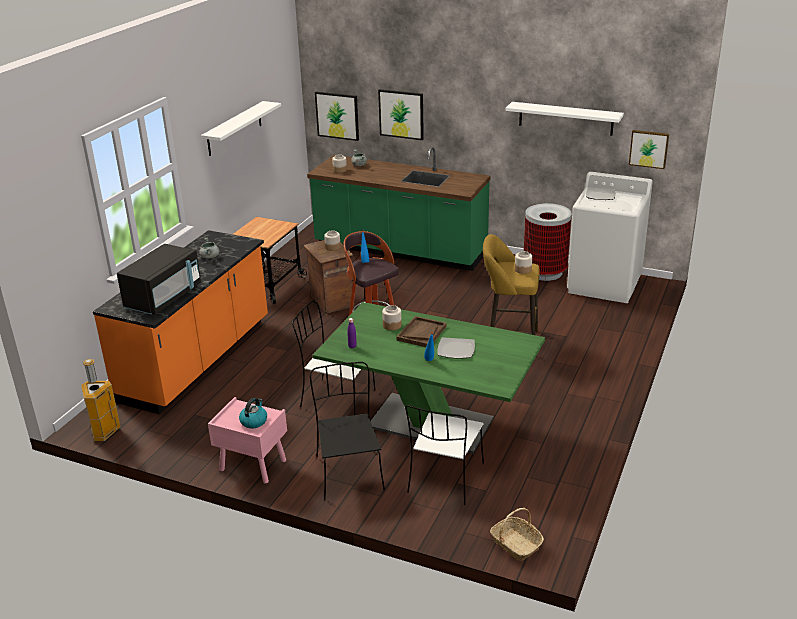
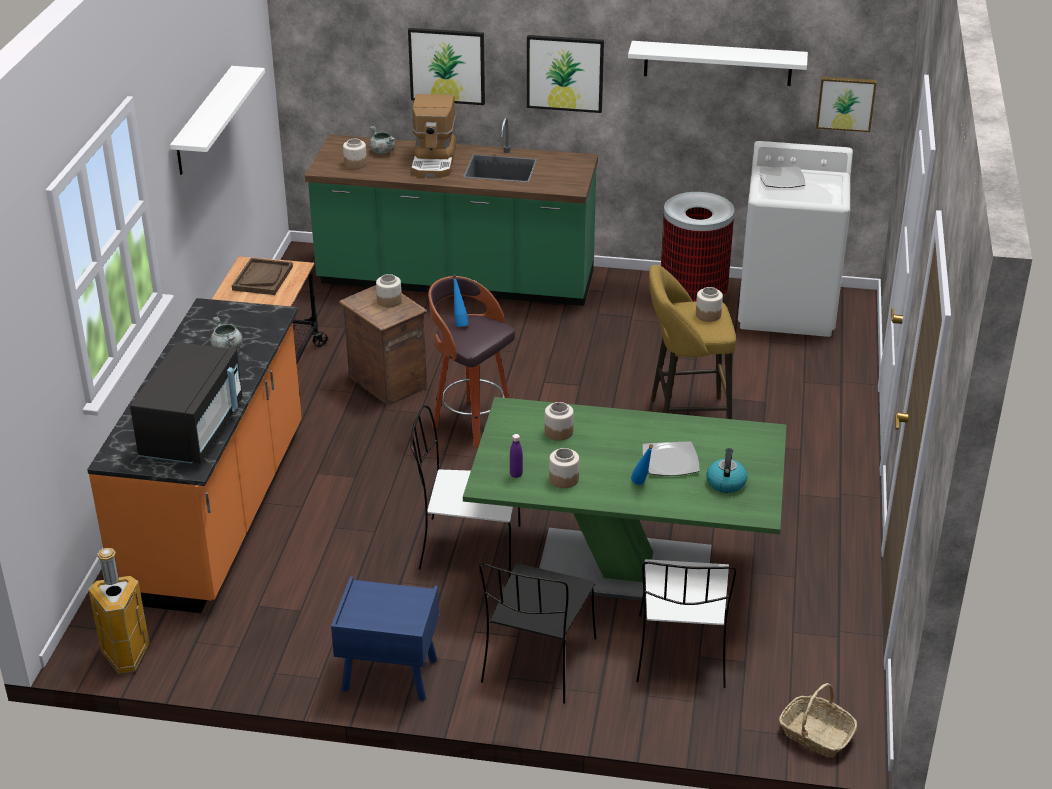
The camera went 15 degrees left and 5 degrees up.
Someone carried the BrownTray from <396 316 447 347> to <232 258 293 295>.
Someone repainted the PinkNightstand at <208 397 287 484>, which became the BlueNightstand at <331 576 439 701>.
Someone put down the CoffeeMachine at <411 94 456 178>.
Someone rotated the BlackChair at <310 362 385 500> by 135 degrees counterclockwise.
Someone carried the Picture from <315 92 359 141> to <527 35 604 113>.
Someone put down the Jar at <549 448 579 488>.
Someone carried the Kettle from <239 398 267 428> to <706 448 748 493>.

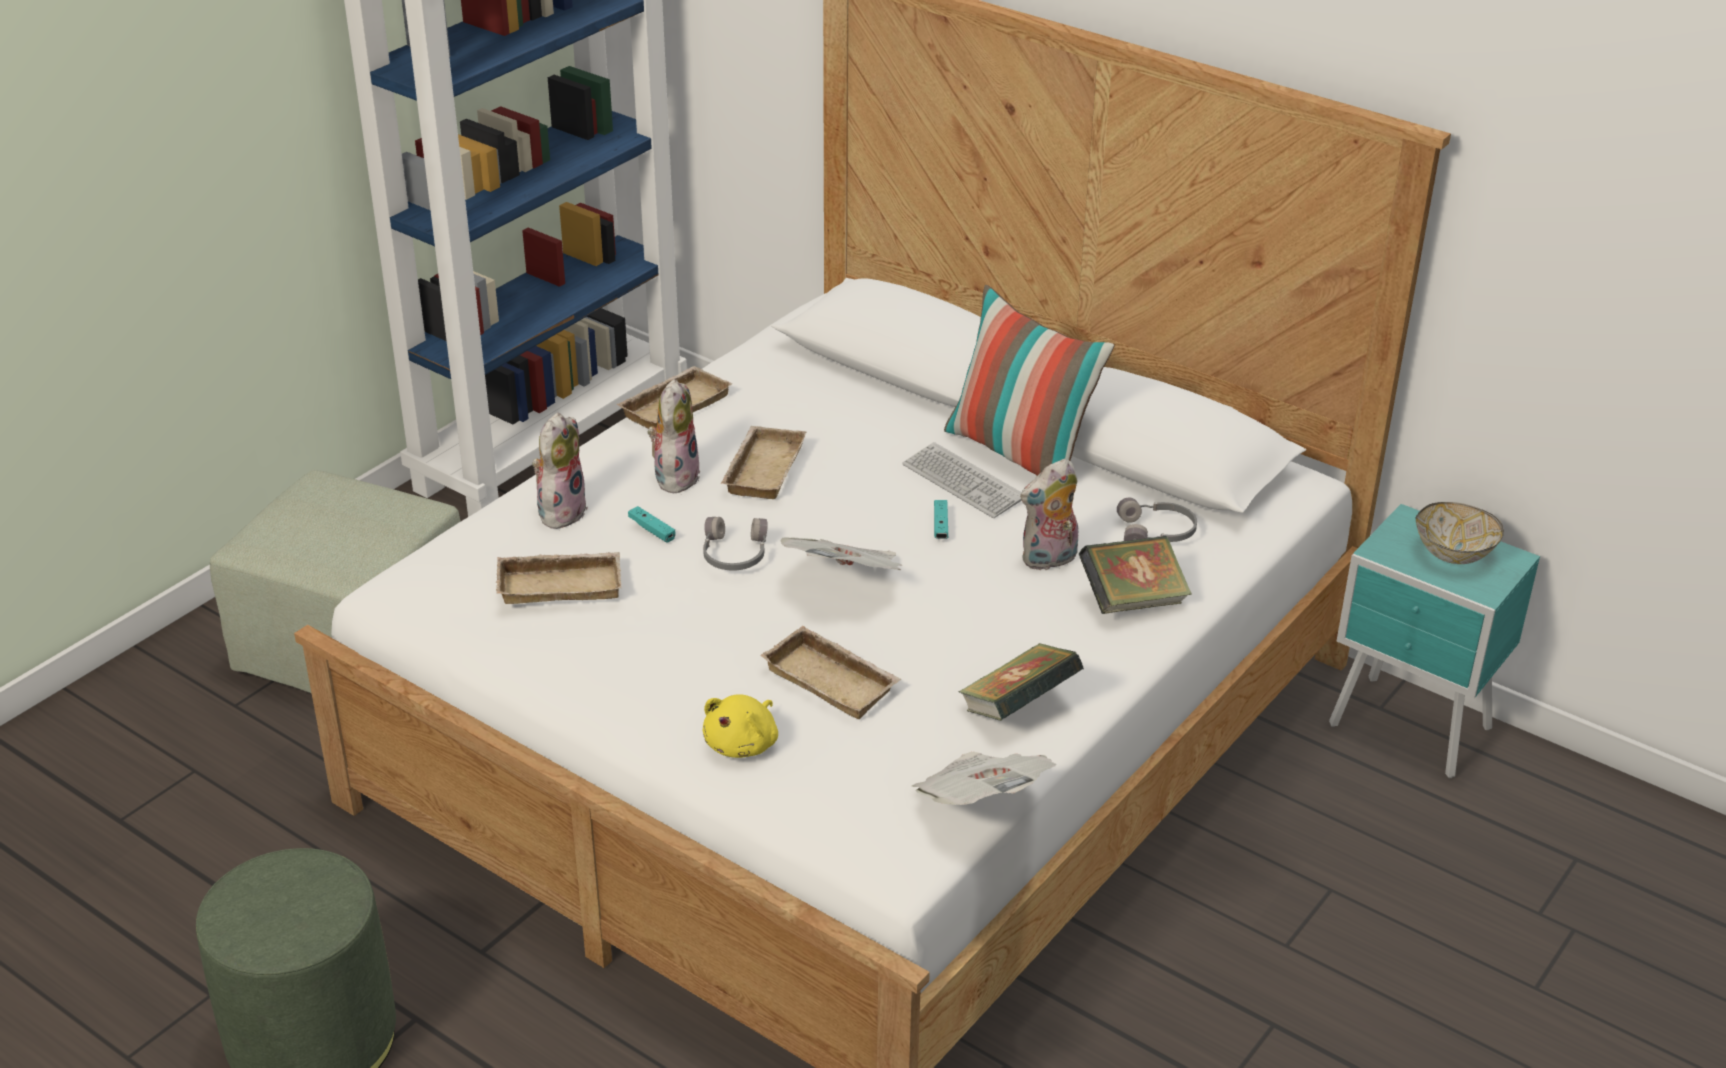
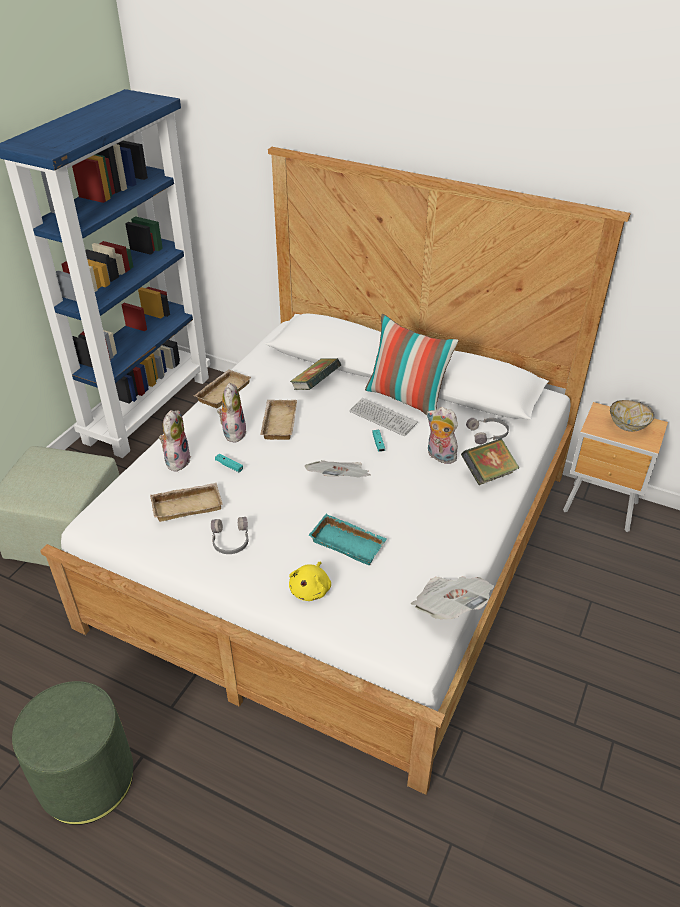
The camera went 10 degrees left and 5 degrees up.
Someone carried the GreyHeadphones from <703 517 768 571> to <211 517 248 554>.
Someone carried the Book from <958 643 1083 721> to <290 358 342 390>.
Someone repainted the BeigeTray at <760 626 901 719>, which became the TurquoiseTray at <308 514 387 565>.
Someone rotated the PlushToy at <1020 458 1078 570> by 75 degrees clockwise.
Someone repainted the TurquoiseNightstand at <1329 504 1540 778>, which became the BrownNightstand at <563 402 668 532>.

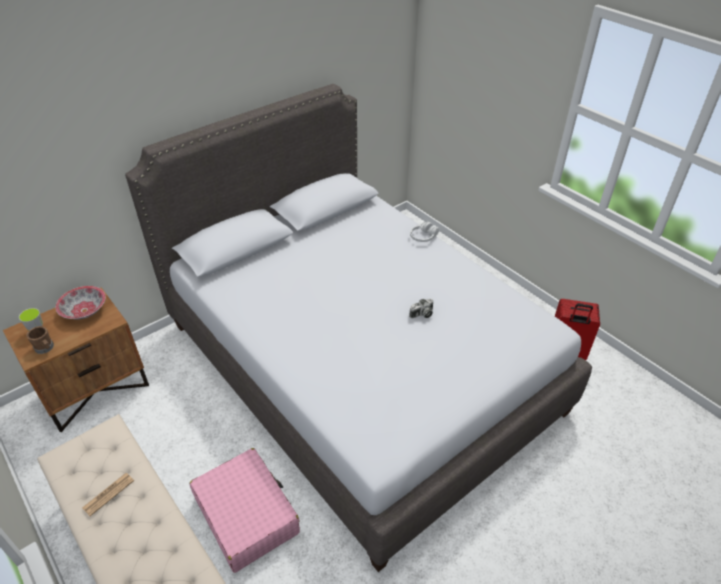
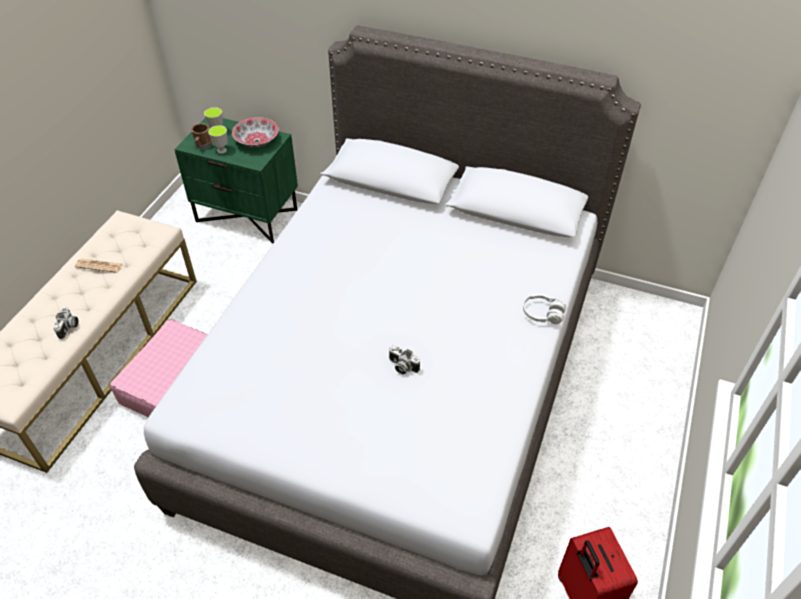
The camera went 60 degrees right and 5 degrees up.
Someone put down the PhotoCamera at <53 307 78 339>.
Someone repainted the BrownNightstand at <3 287 149 432>, which became the GreenNightstand at <174 118 298 244>.
Someone put down the Cup at <208 125 228 154>.

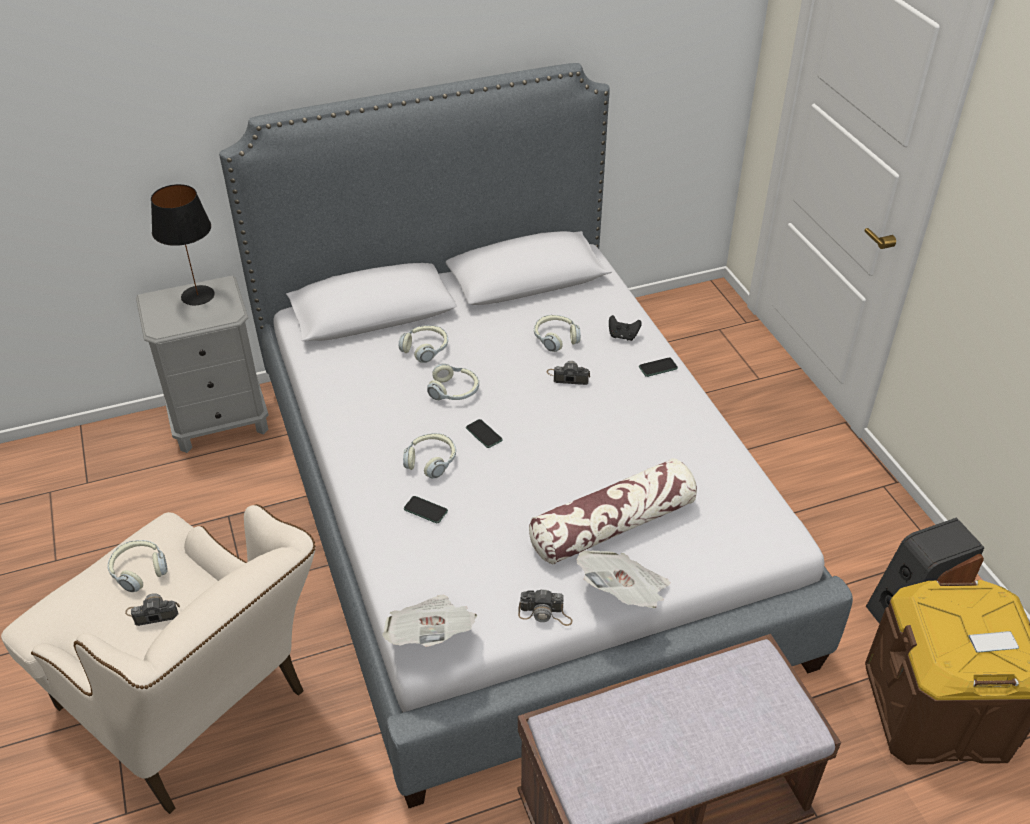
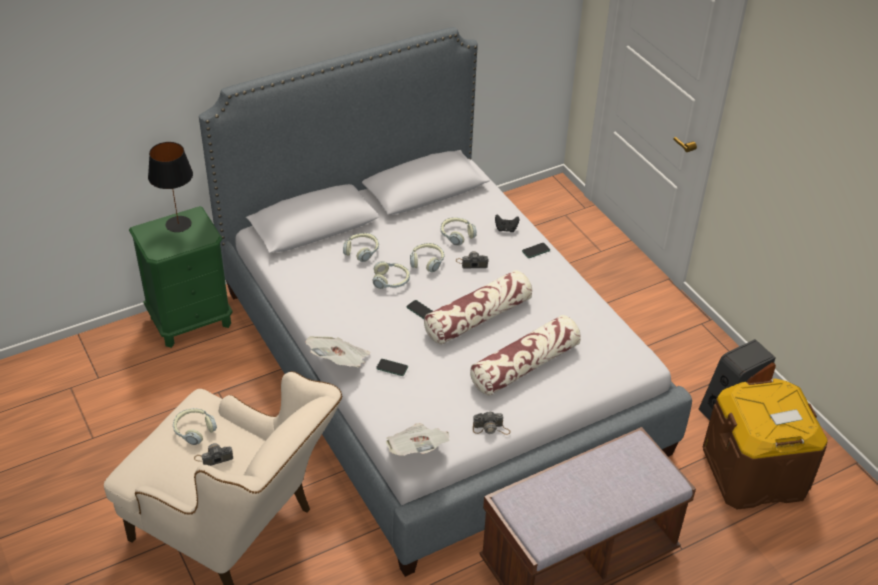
The camera went 10 degrees left and 0 degrees up.
Someone repainted the GreyNightstand at <136 275 268 453>, which became the GreenNightstand at <129 206 233 348>.
Someone carried the Newspaper from <576 550 670 609> to <306 336 370 367>.
Someone carried the Headphones from <403 433 456 478> to <410 243 444 272>.
Someone put down the Pillow at <424 270 532 345>.

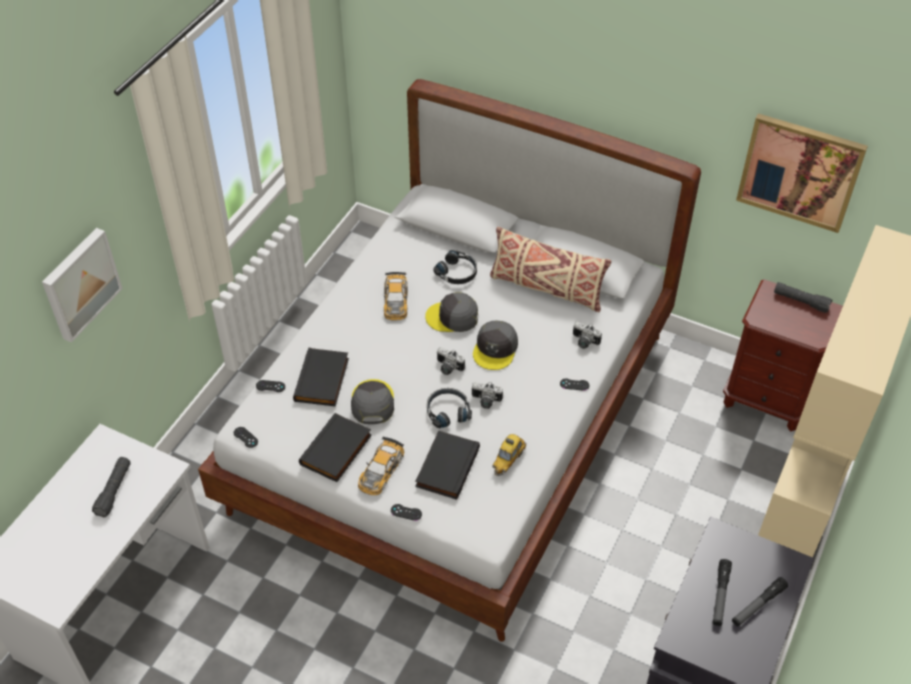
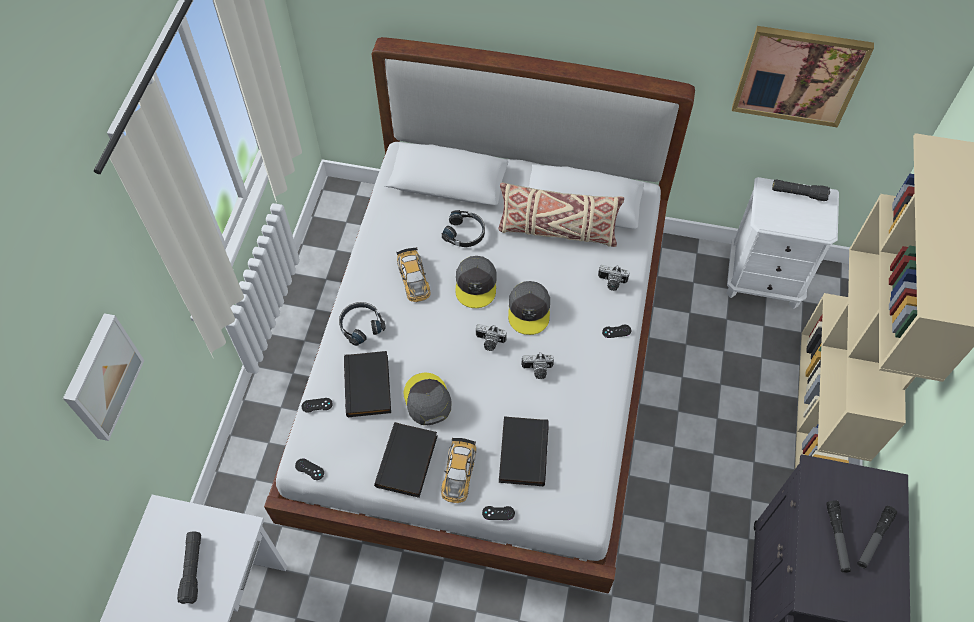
The camera went 15 degrees left and 10 degrees up.
Someone carried the BlackHeadphones from <427 388 472 429> to <339 302 386 346>.
Someone rotated the GreyCap at <425 292 478 332> by 75 degrees counterclockwise.
Someone repainted the BrownNightstand at <723 279 843 432>, which became the WhiteNightstand at <726 177 839 309>.
Someone took away the ToyCar at <492 434 527 476>.

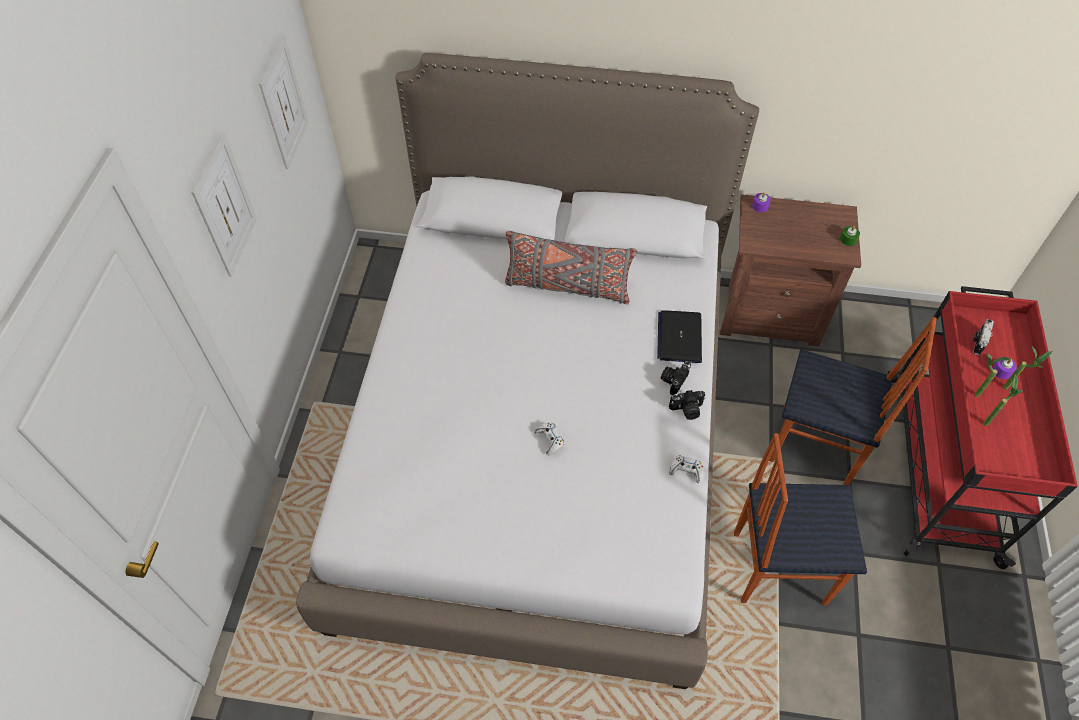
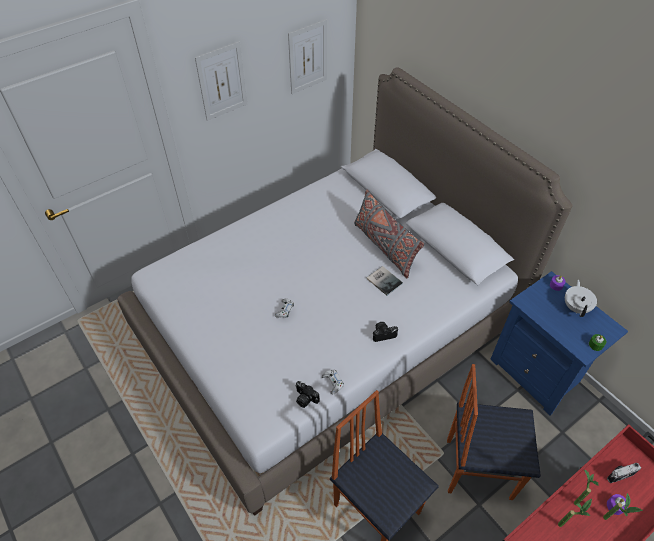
The camera went 45 degrees right and 5 degrees down.
Someone carried the PhotoCamera from <669 390 705 420> to <295 381 319 408>.
Someone put down the Book at <366 266 403 296>.
Someone rotated the Chair at <769 317 937 485> by 120 degrees clockwise.
Someone repainted the BrownNightstand at <720 195 861 346>, which became the BlueNightstand at <490 271 628 415>.
Someone put down the WhiteTeapot at <565 280 597 317>.
Someone took away the Laptop at <657 310 702 363>.

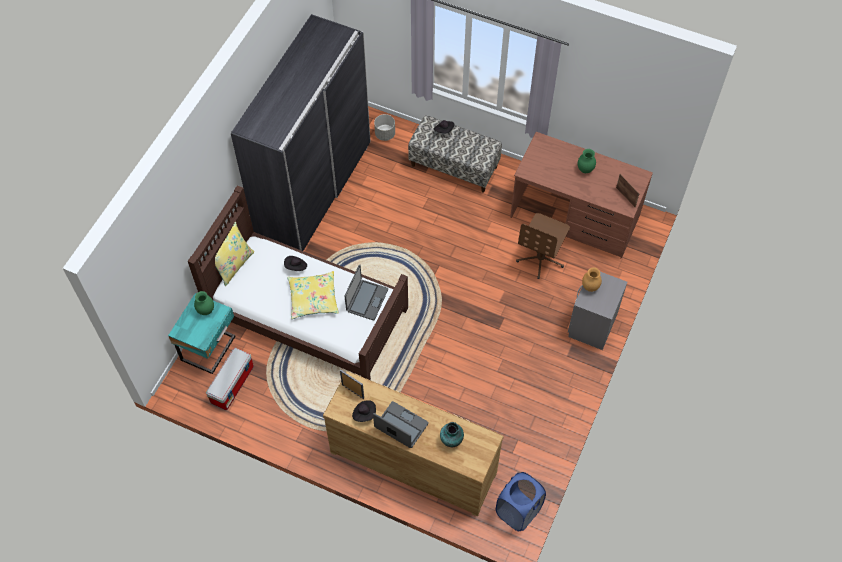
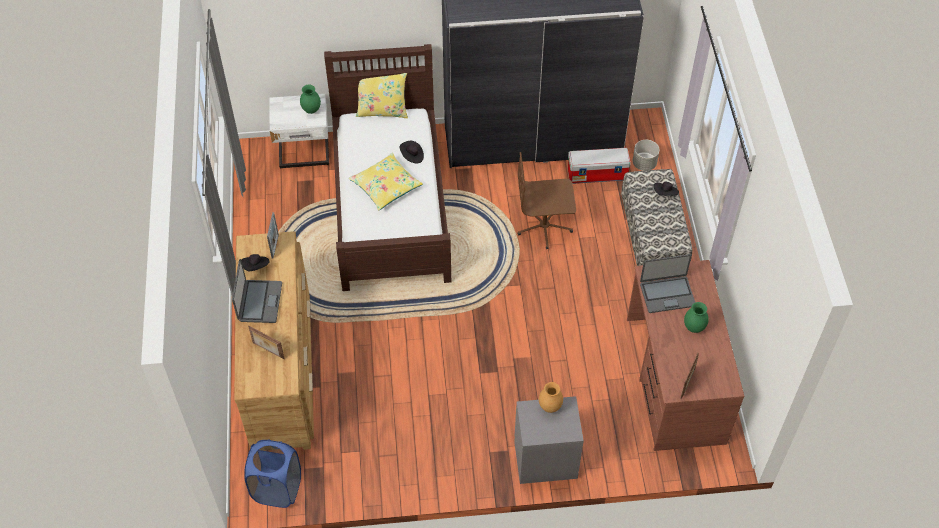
The camera went 60 degrees right and 5 degrees down.
Someone swapped the Vase at <440 422 464 447> for the PictureFrame at <248 326 285 359>.
Someone repainted the TurquoiseNightstand at <168 293 235 374>, which became the WhiteNightstand at <269 94 329 168>.
Someone carried the BrownOfficeChair from <516 213 570 279> to <518 152 576 249>.
Someone carried the StorageBox from <206 348 254 410> to <568 148 631 184>.
Someone carried the Laptop from <345 264 388 321> to <640 254 695 313>.

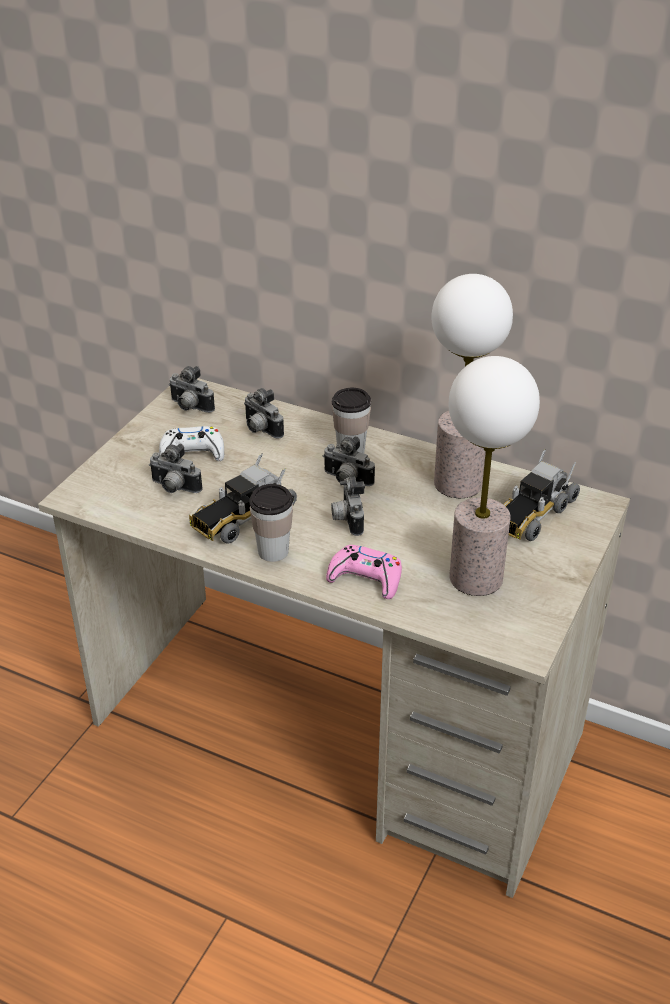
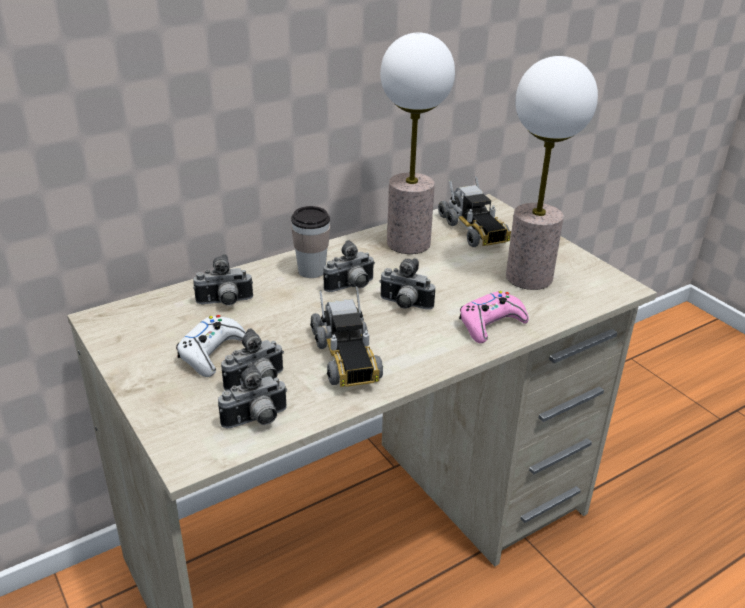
The camera went 60 degrees left and 5 degrees down.
Someone carried the PhotoCamera from <169 366 215 413> to <218 363 288 428>.
Someone took away the Cup at <249 484 293 562>.

